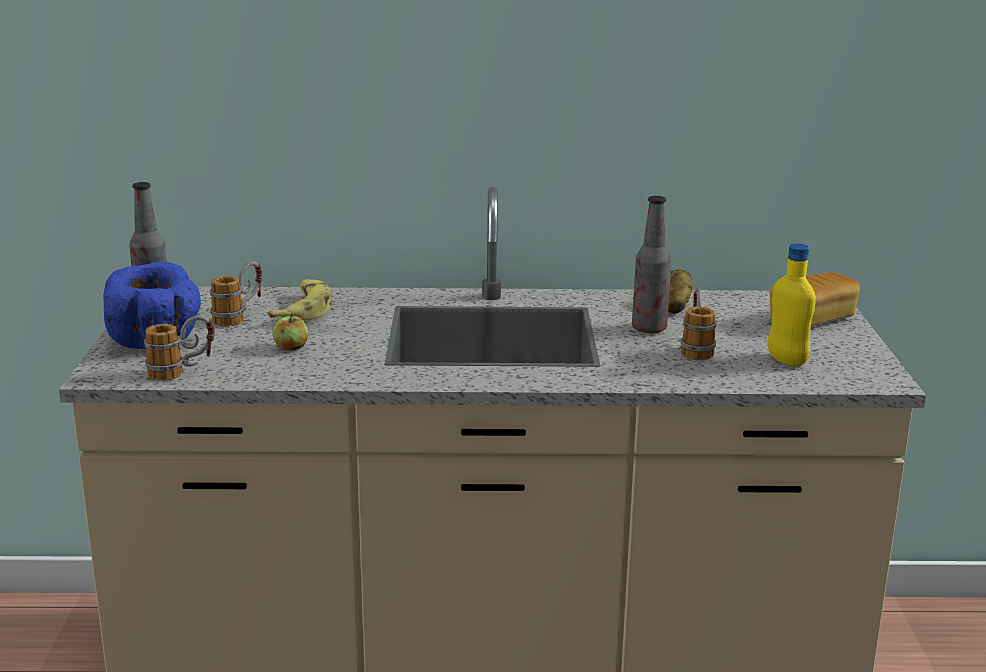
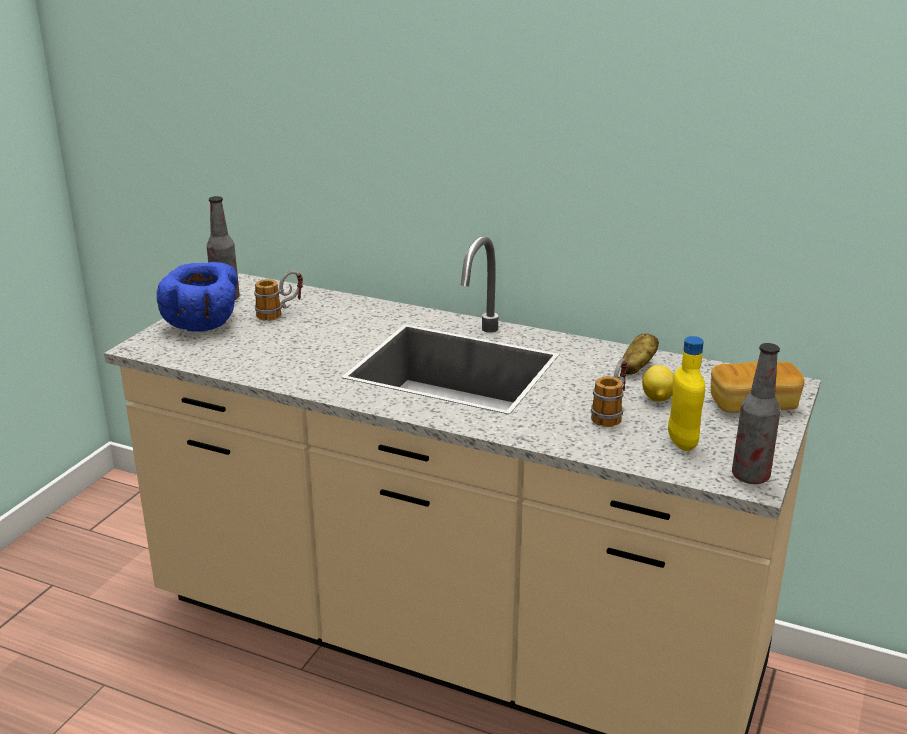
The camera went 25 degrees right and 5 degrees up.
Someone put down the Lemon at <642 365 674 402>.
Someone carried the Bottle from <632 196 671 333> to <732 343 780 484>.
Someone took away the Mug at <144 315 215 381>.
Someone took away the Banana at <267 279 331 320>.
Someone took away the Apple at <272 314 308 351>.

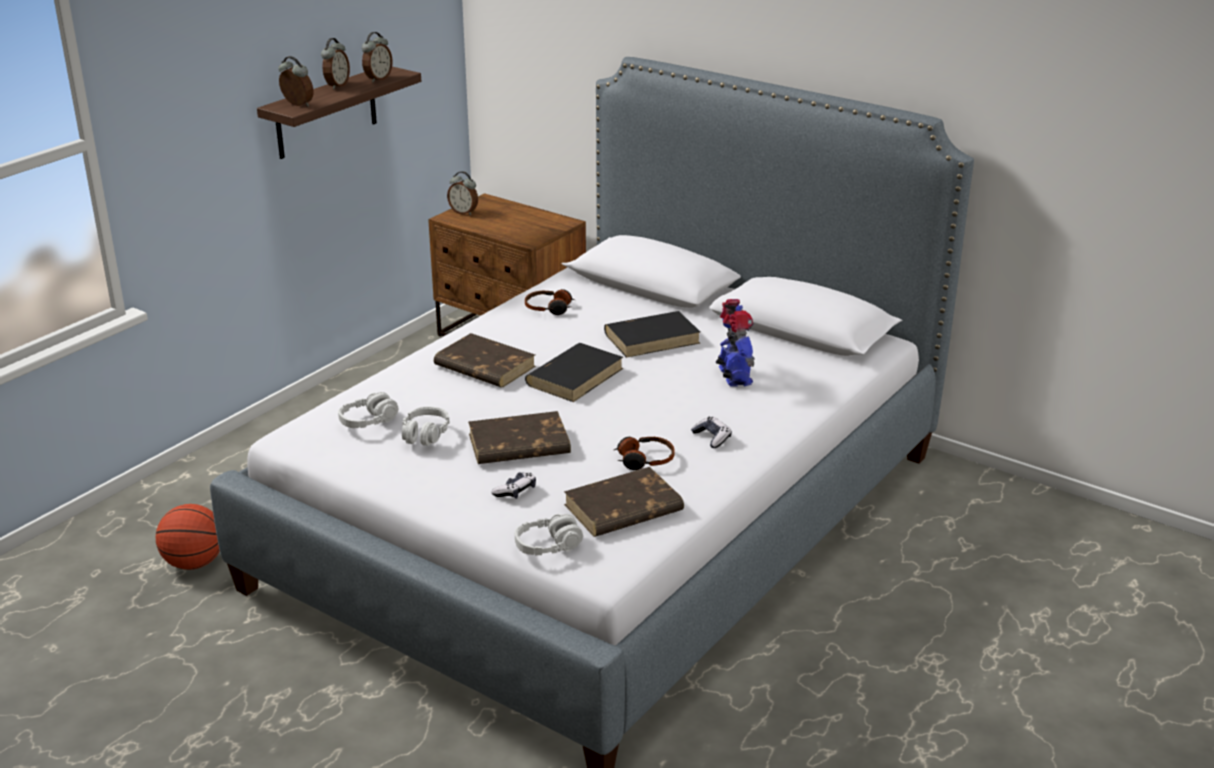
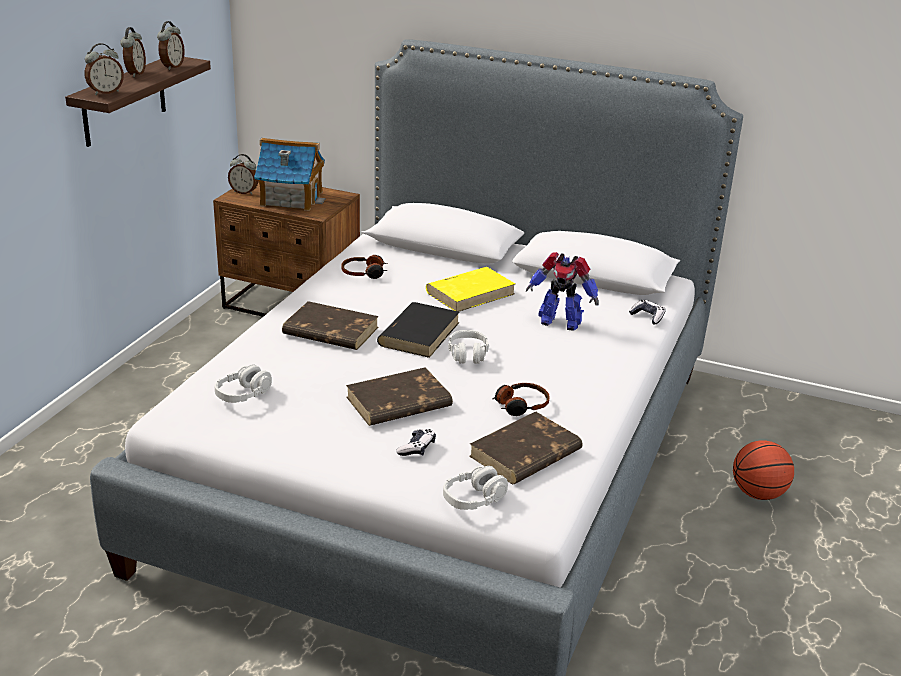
The camera went 15 degrees left and 0 degrees up.
Someone rotated the AlarmClock at <278 56 314 107> by 120 degrees clockwise.
Someone put down the ToyHouse at <254 138 325 211>.
Someone repainted the BlackBook at <604 311 700 358>, which became the YellowBook at <426 267 515 312>.
Someone carried the GreyHeadphones from <402 406 449 446> to <448 330 489 364>.
Someone rotated the ToyRobot at <716 299 755 387> by 135 degrees clockwise.
Someone carried the GameController from <691 417 732 448> to <629 300 666 324>.
Someone carried the Basketball from <156 504 220 570> to <733 440 794 500>.

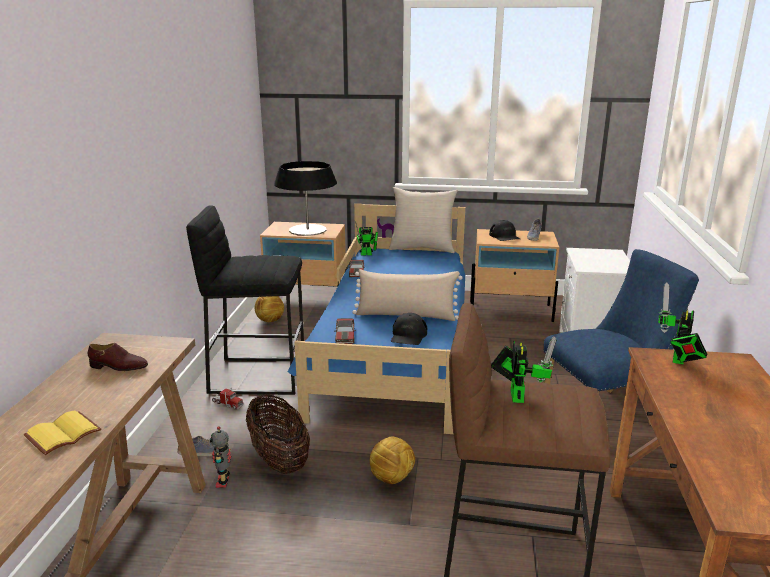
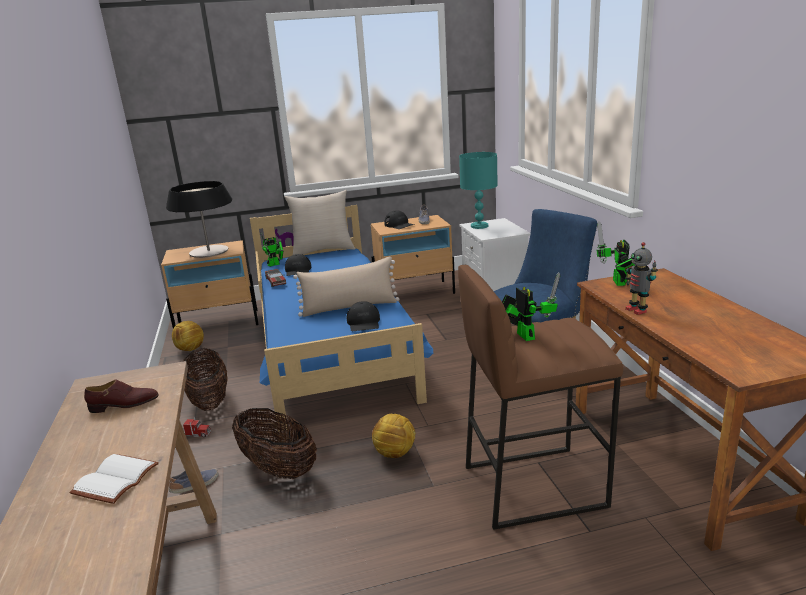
The camera went 20 degrees left and 0 degrees up.
Someone repainted the YellowBook at <24 410 101 455>, which became the WhiteBook at <70 454 159 504>.
Someone swapped the BlackStool at <186 206 304 395> for the Basket at <183 348 227 411>.
Someone put down the BlackCap at <285 254 311 276>.
Someone put down the TurquoiseTableLamp at <459 152 498 229>.
Someone carried the ToyRobot from <210 426 231 488> to <625 242 658 315>.
Someone took away the ToyCar at <334 318 356 344>.

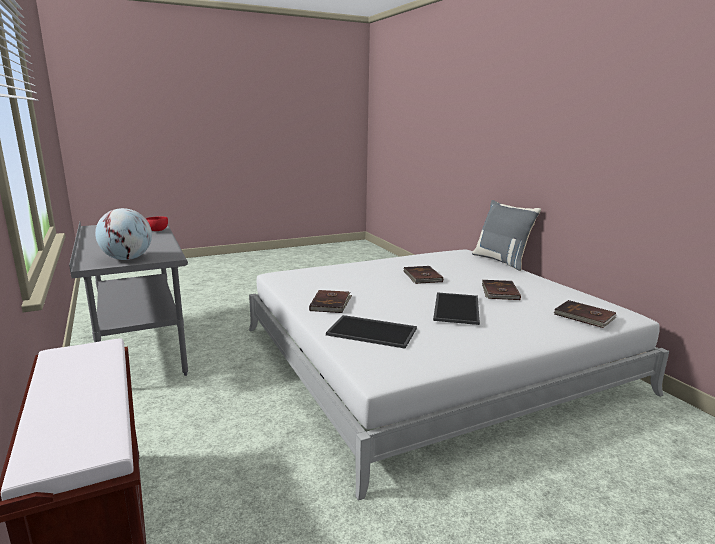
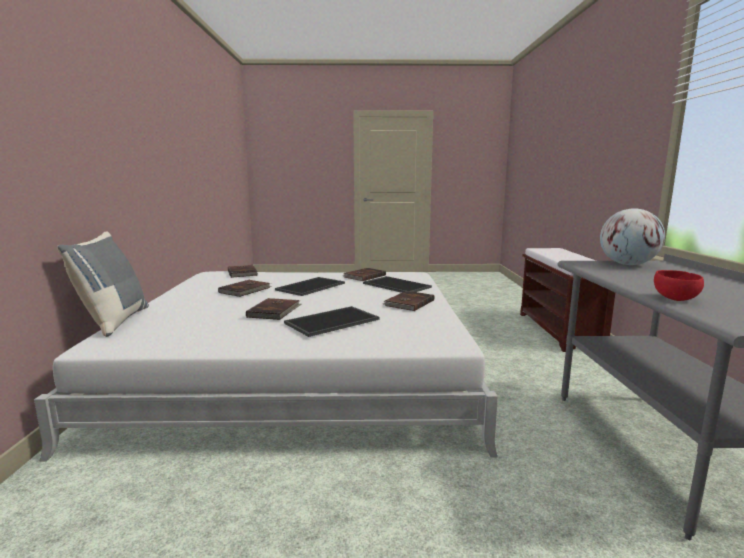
The camera went 155 degrees left and 5 degrees down.
Someone put down the Tray at <284 306 379 337>.
Someone put down the BrownBook at <343 268 386 281>.

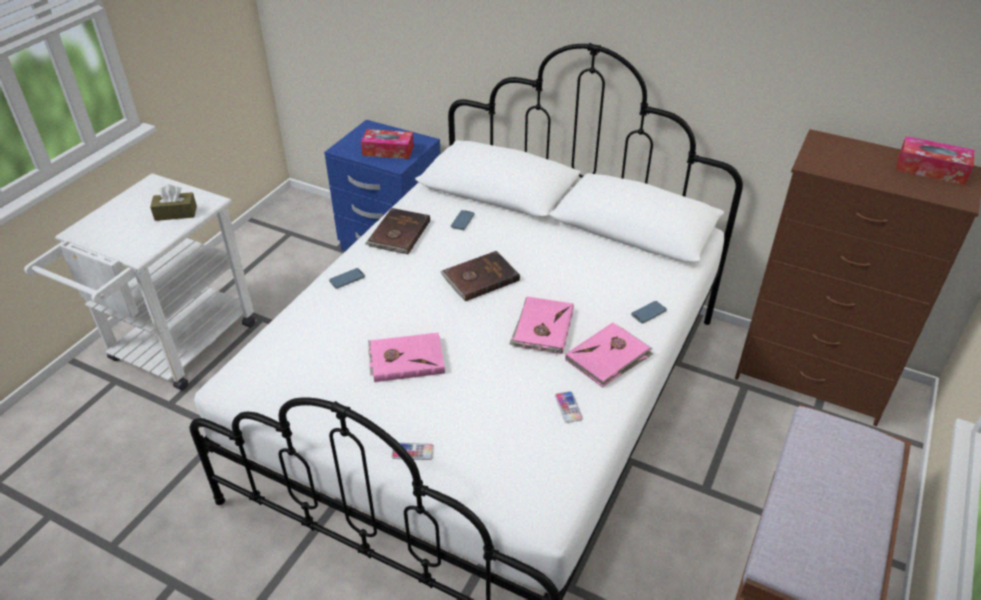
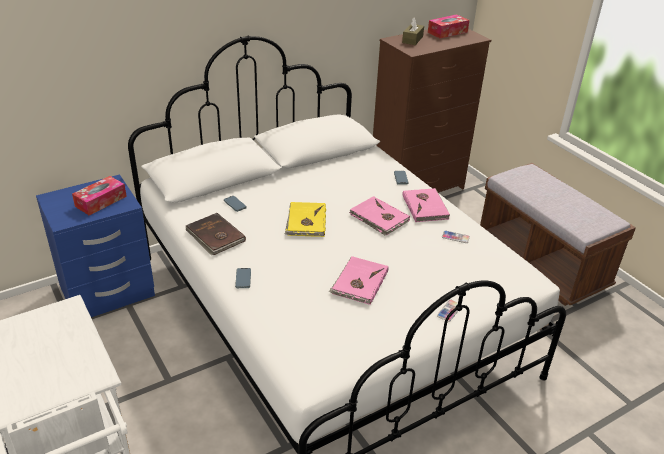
The camera went 60 degrees left and 5 degrees down.
Someone repainted the BrownBook at <441 251 520 301>, which became the YellowBook at <285 202 326 237>.
Someone carried the BrownTissueBox from <150 184 197 221> to <402 18 424 45>.

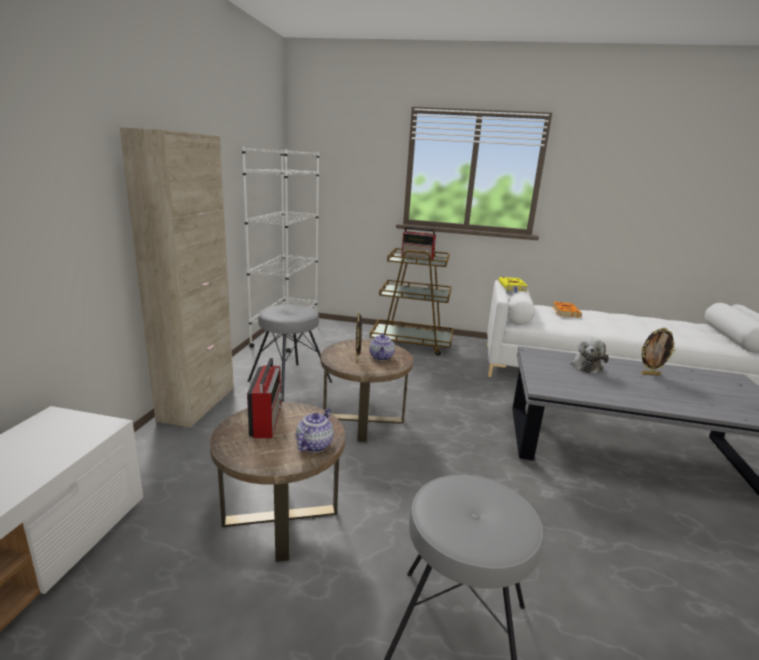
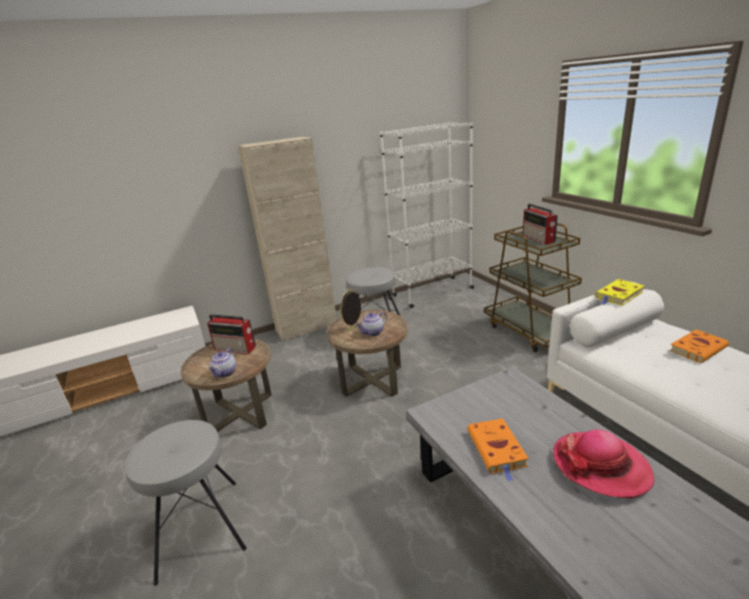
The camera went 55 degrees right and 5 degrees up.
Someone rotated the Radio at <247 358 282 438> by 60 degrees clockwise.
Someone rotated the Teapot at <296 408 334 452> by 120 degrees clockwise.
Someone put down the OrangeBook at <467 418 529 482>.
Someone swapped the PictureFrame at <641 327 676 376> for the Hat at <553 429 654 499>.
Someone took away the PlushToy at <570 338 609 374>.

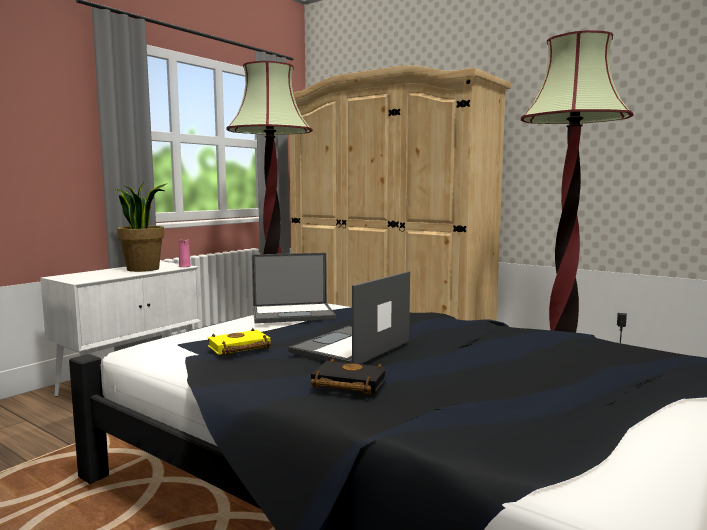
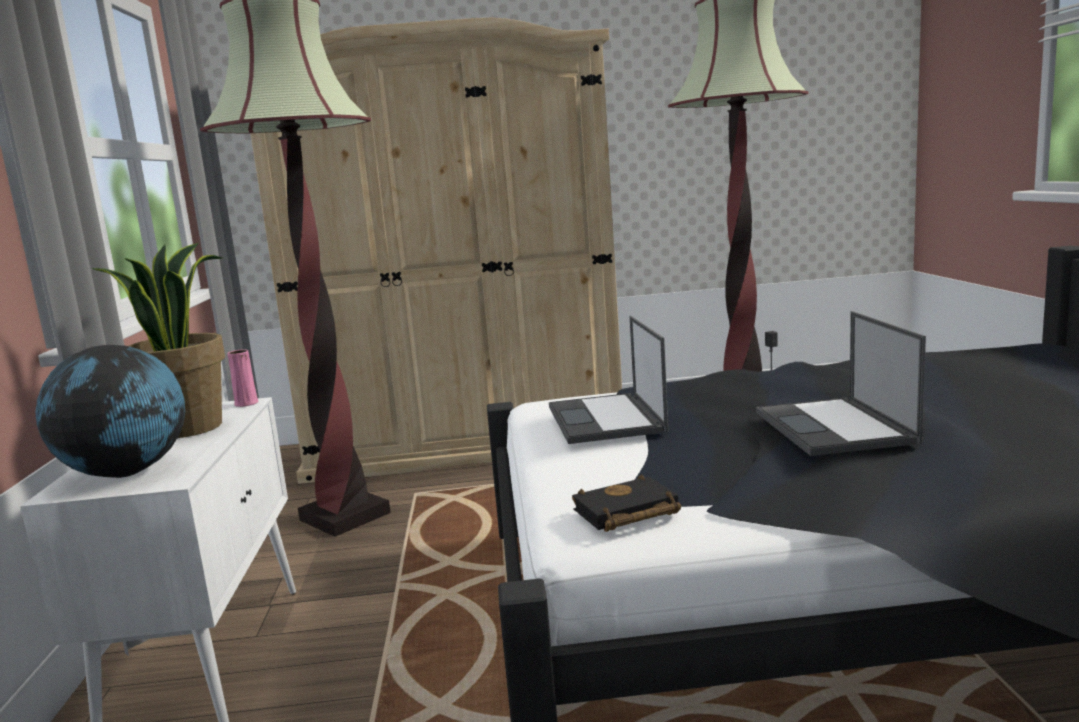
The camera went 40 degrees left and 5 degrees up.
Someone put down the Globe at <35 345 185 478>.
Someone rotated the Laptop at <252 253 336 323> by 135 degrees clockwise.
Someone carried the BlackBook from <311 358 387 394> to <572 474 681 532>.
Someone took away the YellowBook at <207 328 271 356>.

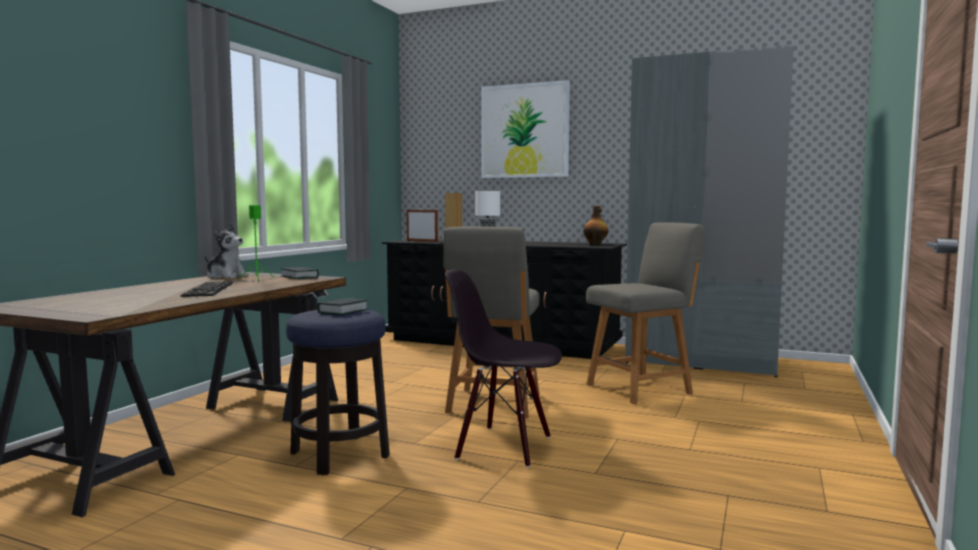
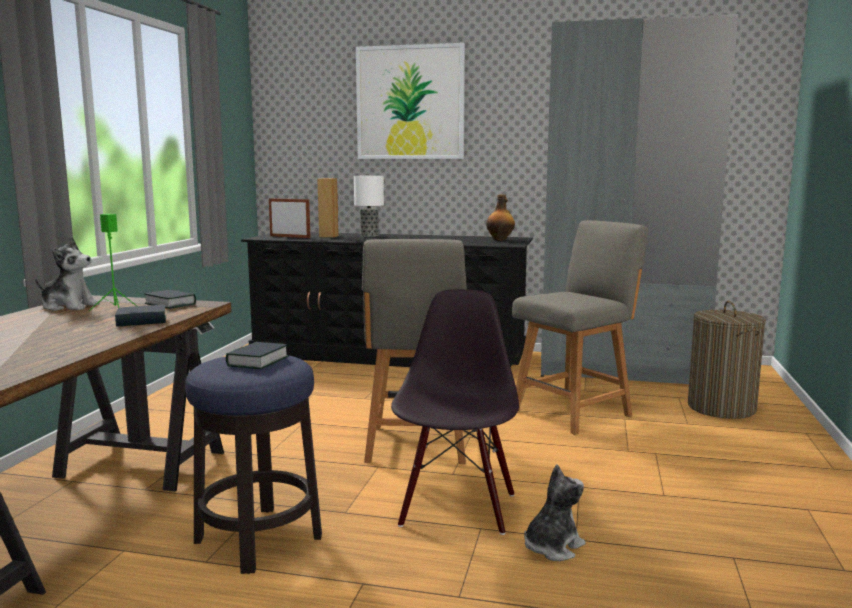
The camera went 10 degrees left and 5 degrees up.
Someone put down the Book at <115 305 166 327>.
Someone rotated the BlackChair at <445 269 562 468> by 90 degrees clockwise.
Someone put down the PlushToy at <524 465 586 561>.
Someone put down the LaundryBasket at <688 301 766 419>.
Someone took away the Keyboard at <180 281 233 297>.

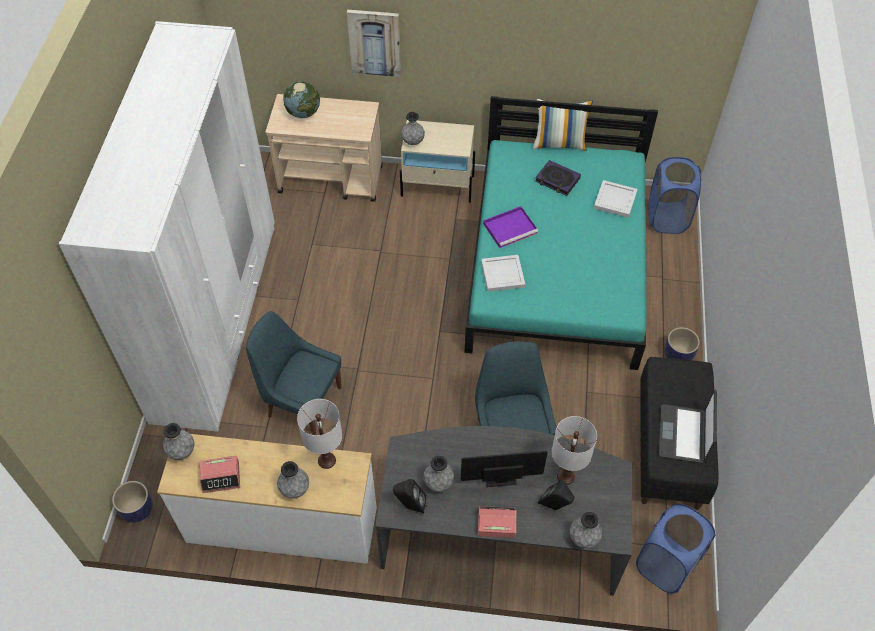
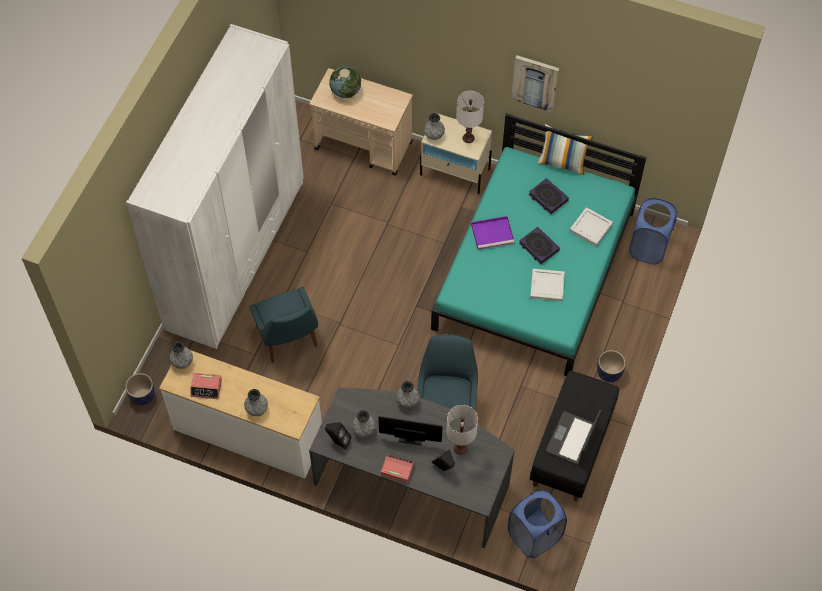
The camera went 15 degrees right and 5 degrees up.
Someone rotated the BlueChair at <246 311 342 435> by 150 degrees counterclockwise.
Someone carried the GreyVase from <570 512 602 549> to <396 381 419 408>.
Someone carried the WhiteTableLamp from <297 399 342 469> to <456 91 484 143>.
Someone carried the Picture from <347 10 401 77> to <511 55 559 113>.
Someone put down the Book at <519 227 560 264>.
Someone carried the WhiteTray from <481 255 525 292> to <530 269 565 301>.

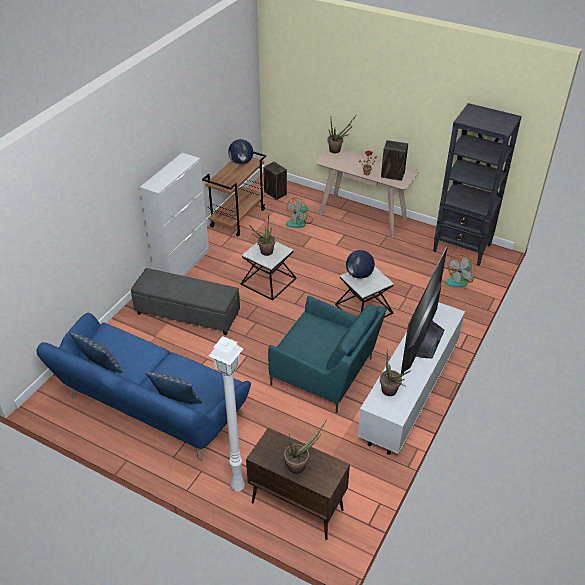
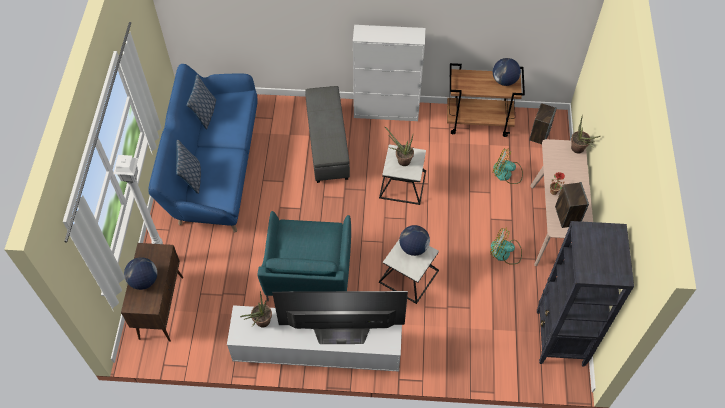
The camera went 65 degrees right and 15 degrees up.
Someone swapped the PottedPlant at <284 419 327 474> for the Globe at <124 257 157 290>.
Someone carried the Fan from <446 255 475 287> to <490 228 522 264>.

